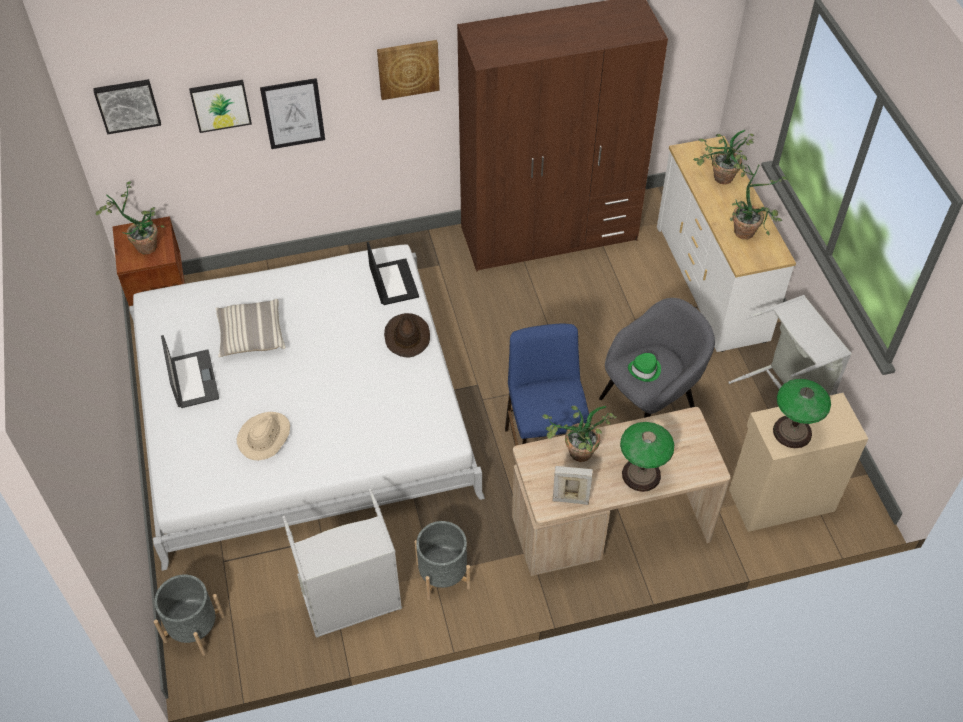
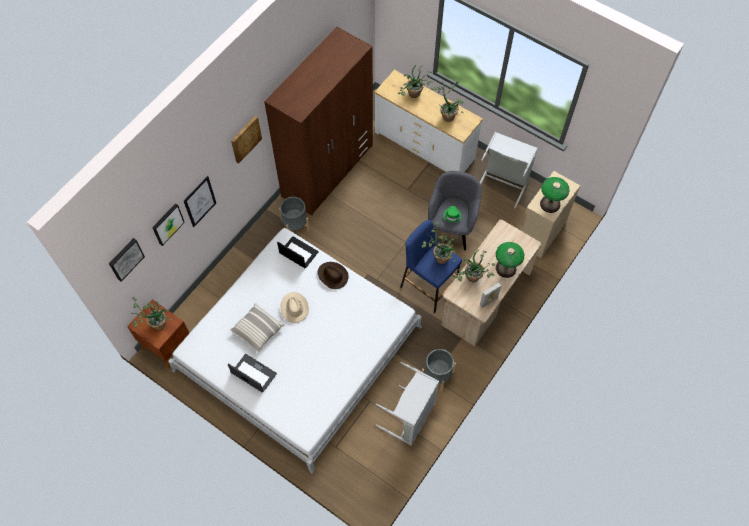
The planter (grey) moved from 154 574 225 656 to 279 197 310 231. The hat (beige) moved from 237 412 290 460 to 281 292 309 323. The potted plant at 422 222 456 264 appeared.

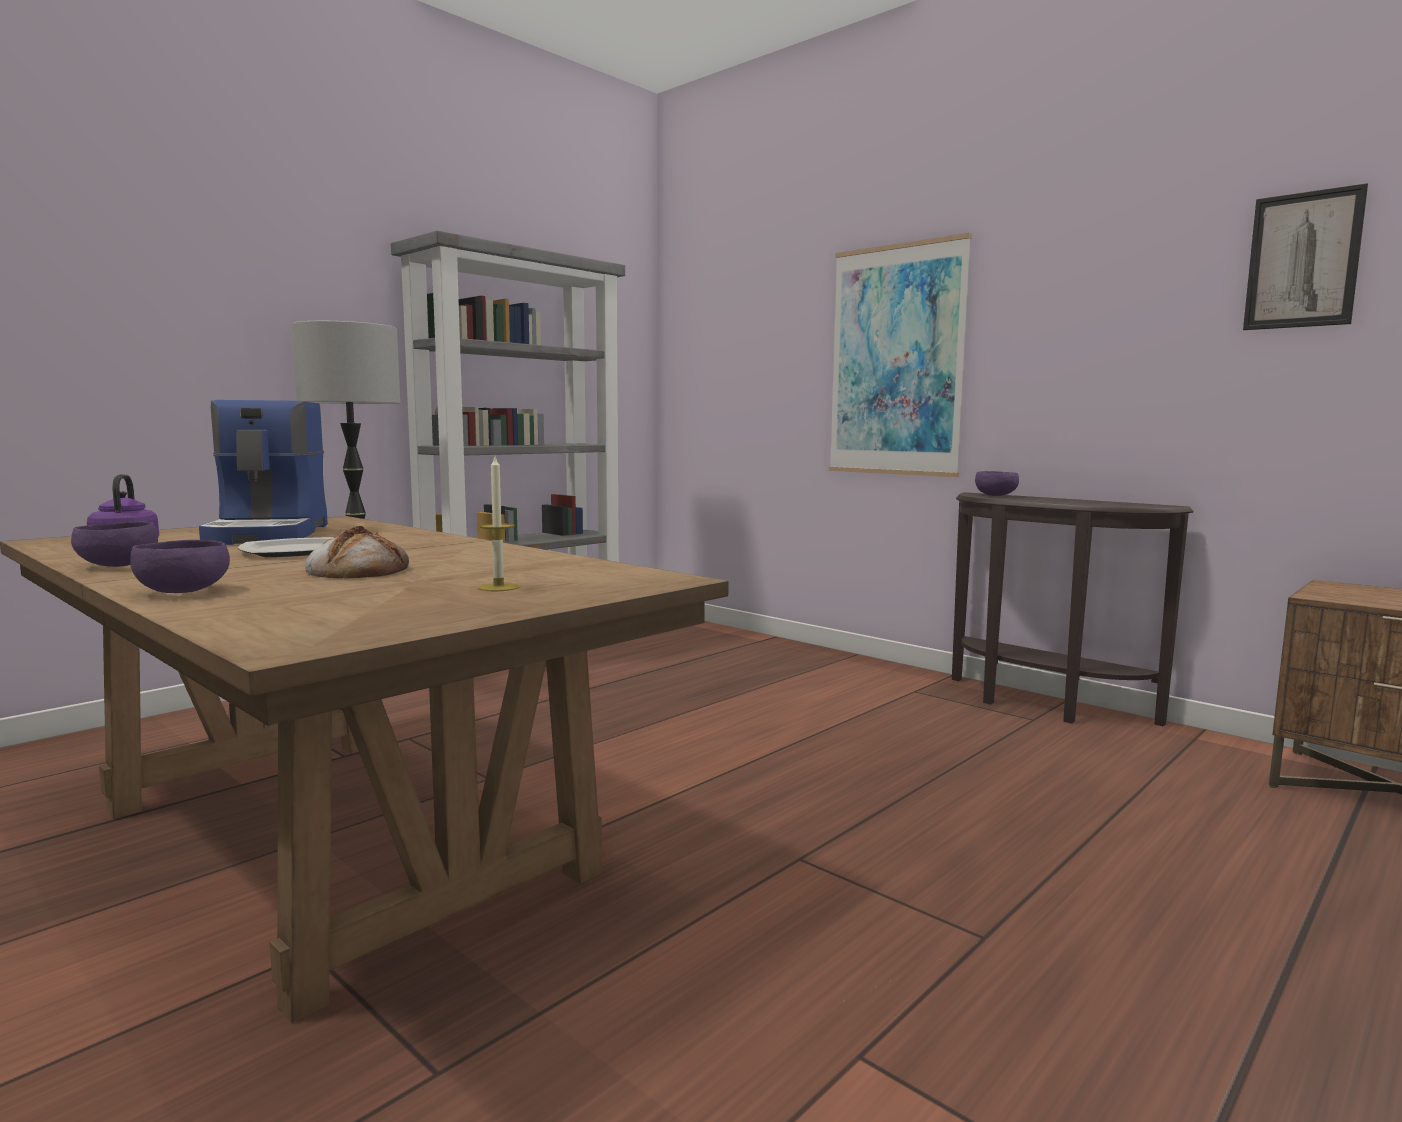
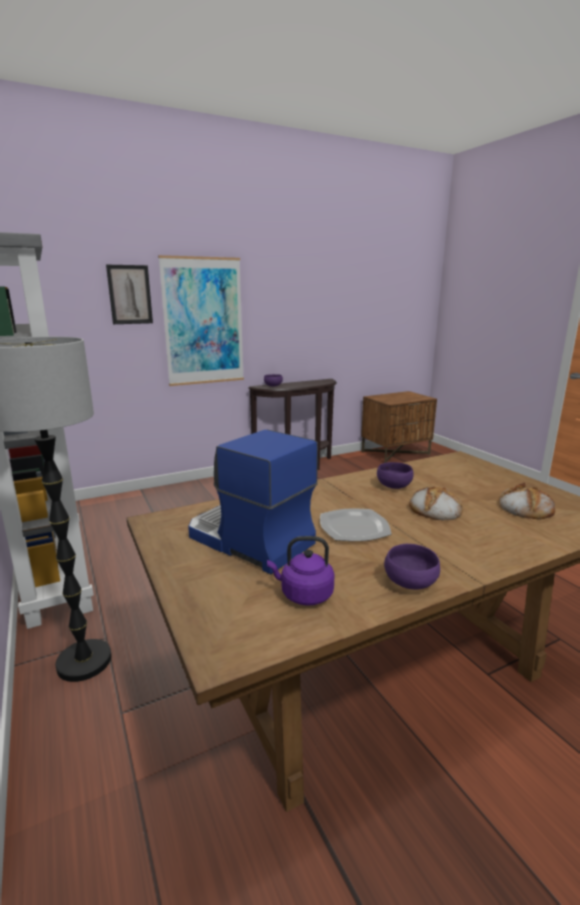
The picture moved from 1243 183 1368 330 to 106 264 153 324. The coffee machine at 199 400 328 545 turned 150 degrees counterclockwise. The bowl (purple) moved from 131 540 230 593 to 377 462 414 489. The bread at 500 483 555 519 appeared. The candle at 478 457 519 591 disappeared.

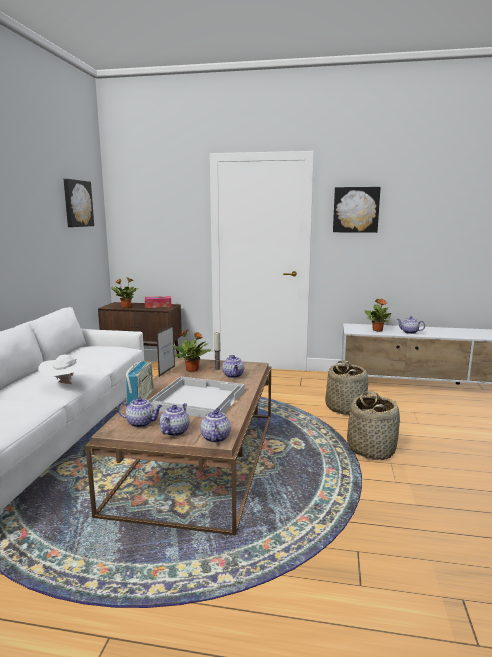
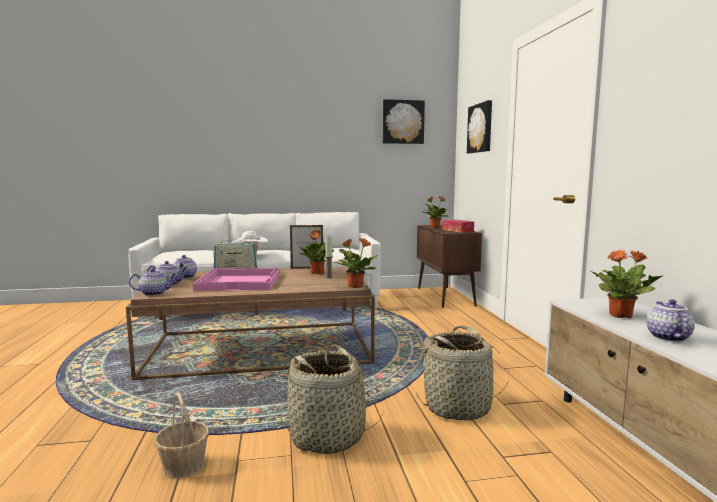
The basket at 154 392 209 479 appeared. The tray (white) at 148 376 244 418 became the tray (pink) at 193 268 280 291. The potted plant at 334 238 378 288 appeared. The picture moved from 333 187 381 233 to 467 100 492 153. The teapot at 222 355 244 378 disappeared.

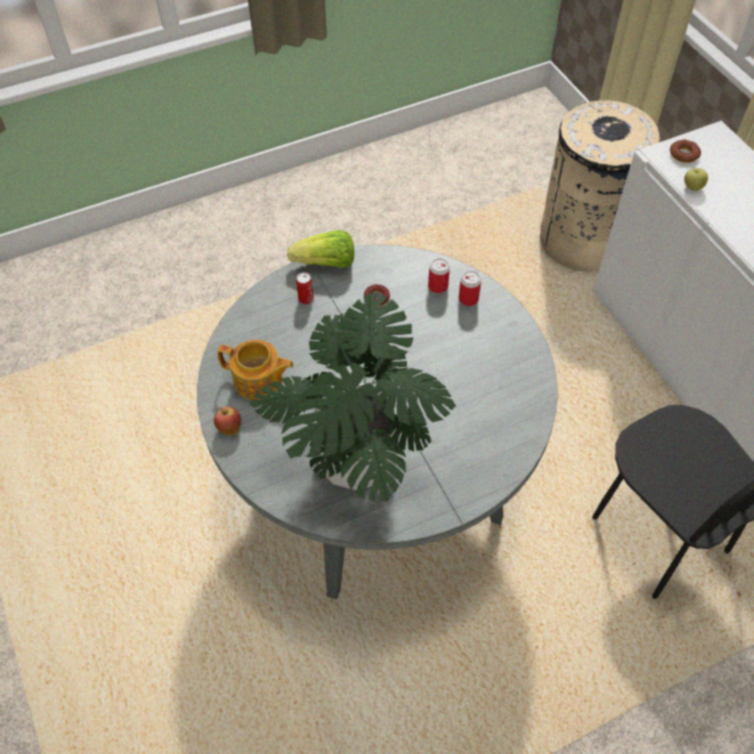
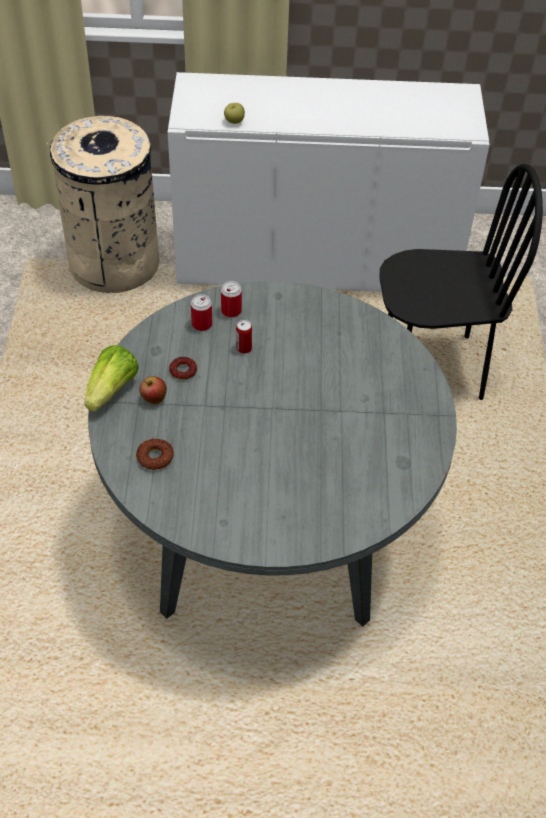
The donut moved from 670 139 701 163 to 136 438 174 470. The apple moved from 214 407 241 435 to 140 376 167 404. The can moved from 296 272 314 304 to 236 320 252 354. The teapot at 217 340 294 400 disappeared. The potted plant at 250 293 456 503 disappeared.

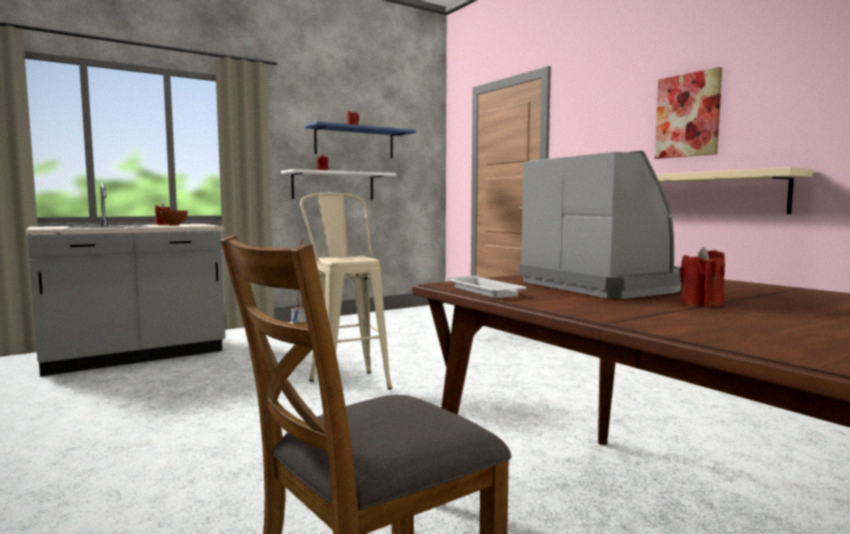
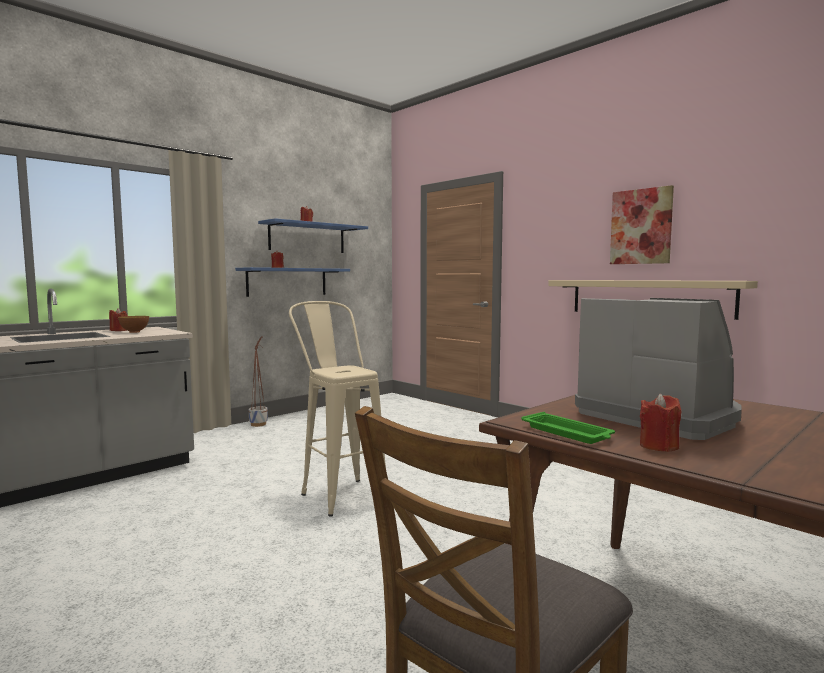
The shelf (white) at 281 169 396 200 became the shelf (blue) at 235 267 350 297. The tray (white) at 447 275 526 298 became the tray (green) at 521 412 615 444. The candle (red) moved from 680 247 725 307 to 640 393 681 452.

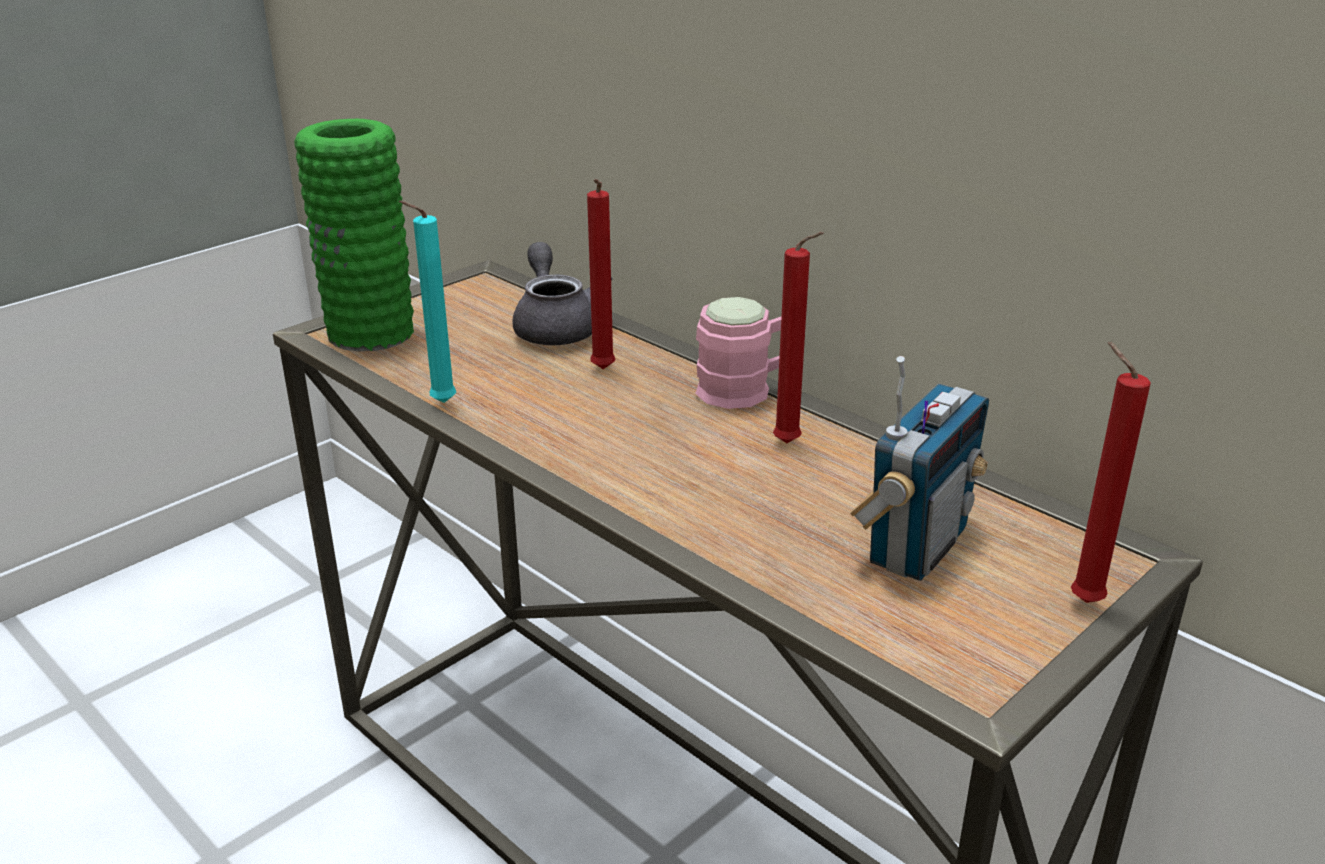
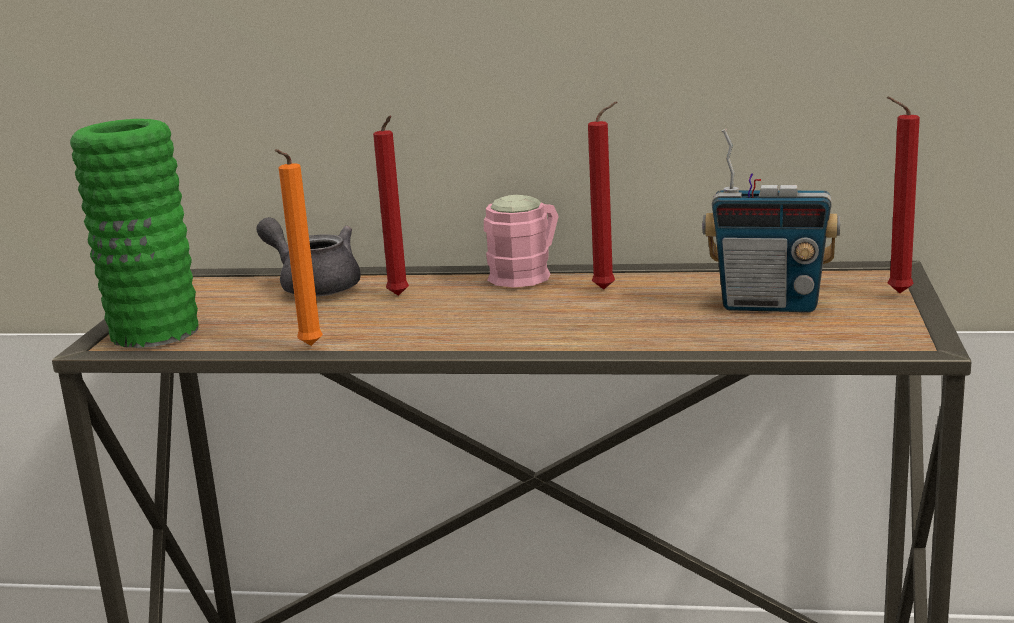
The candle (turquoise) at 399 200 456 403 became the candle (orange) at 275 149 323 346. The radio at 850 356 989 581 turned 105 degrees clockwise.

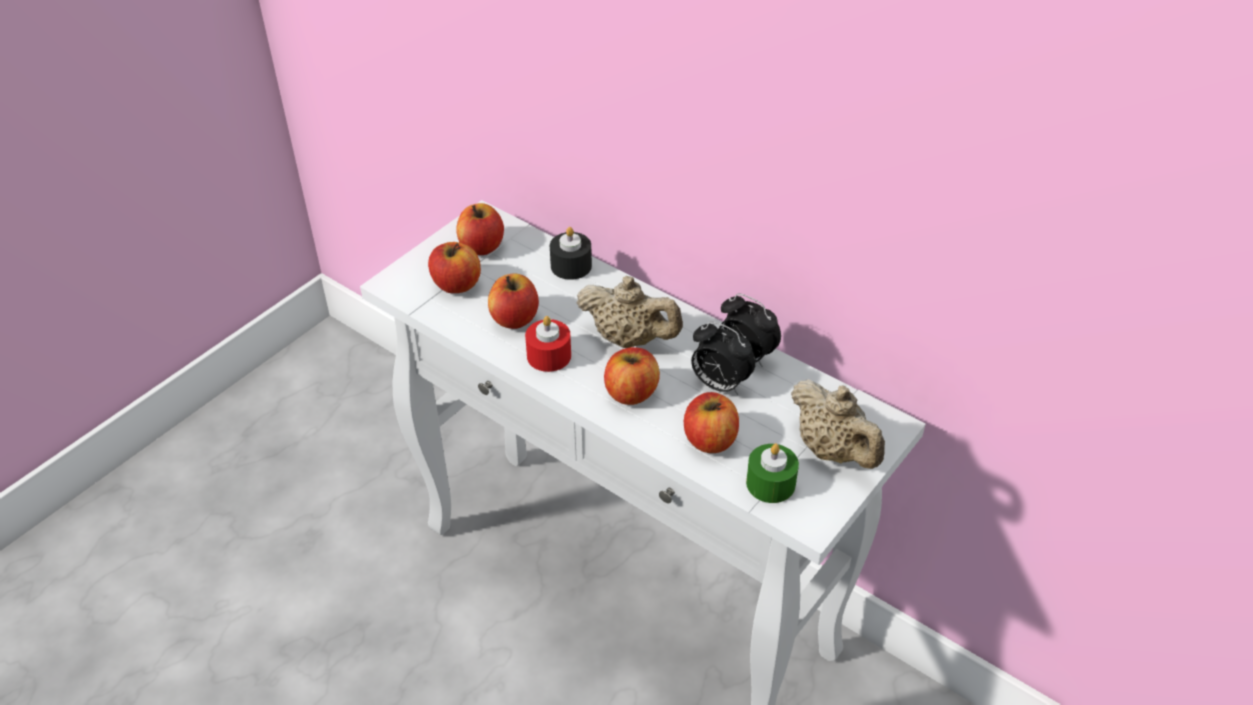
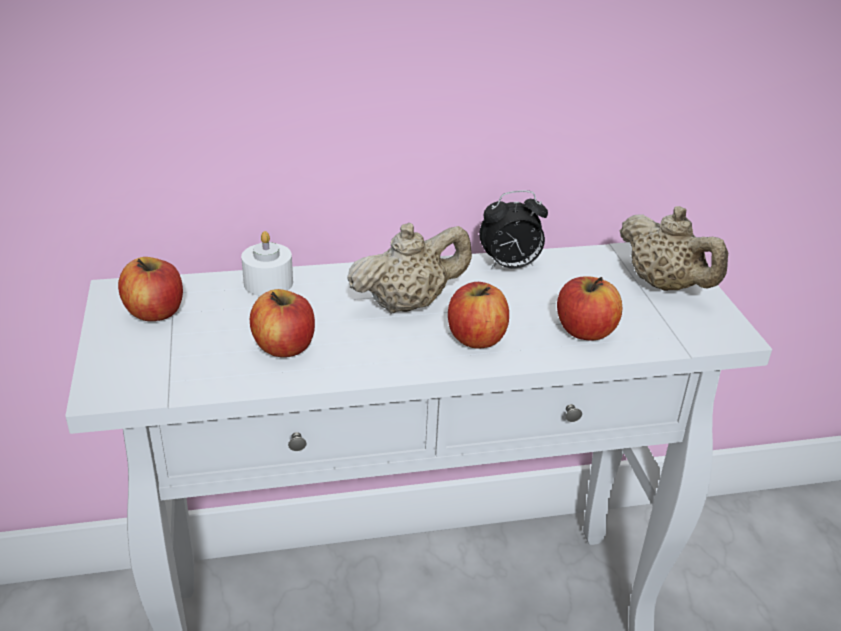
The candle (black) at 550 227 592 280 became the candle (white) at 241 231 293 296. The teapot (beige) at 791 379 885 469 turned 45 degrees clockwise. The apple at 428 242 481 293 disappeared. The candle (red) at 525 316 571 372 disappeared. The alarm clock at 691 321 756 395 disappeared. The candle (green) at 746 444 799 503 disappeared.

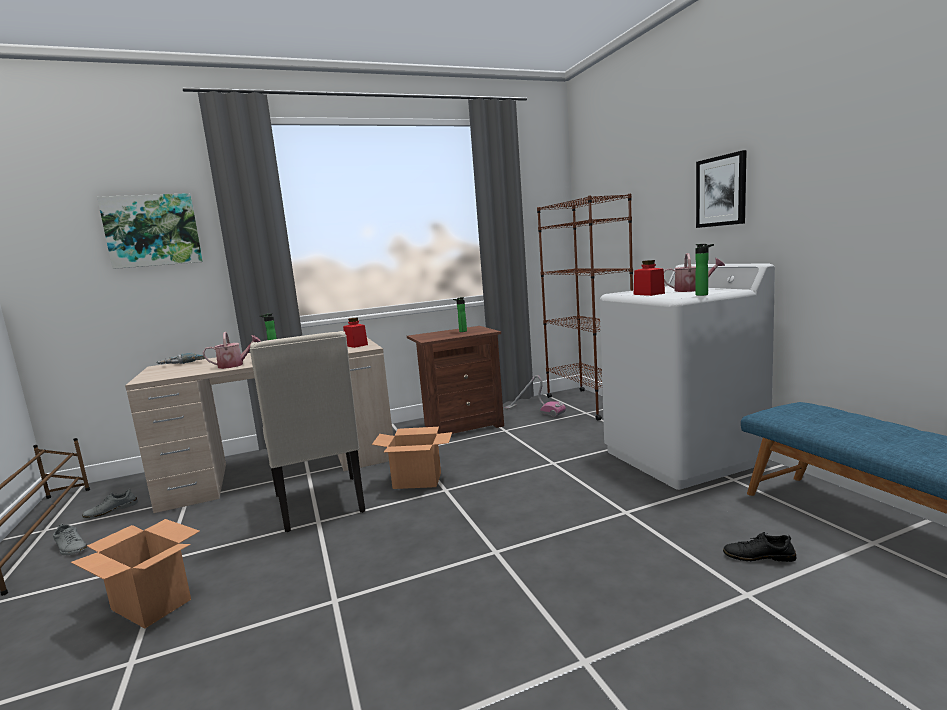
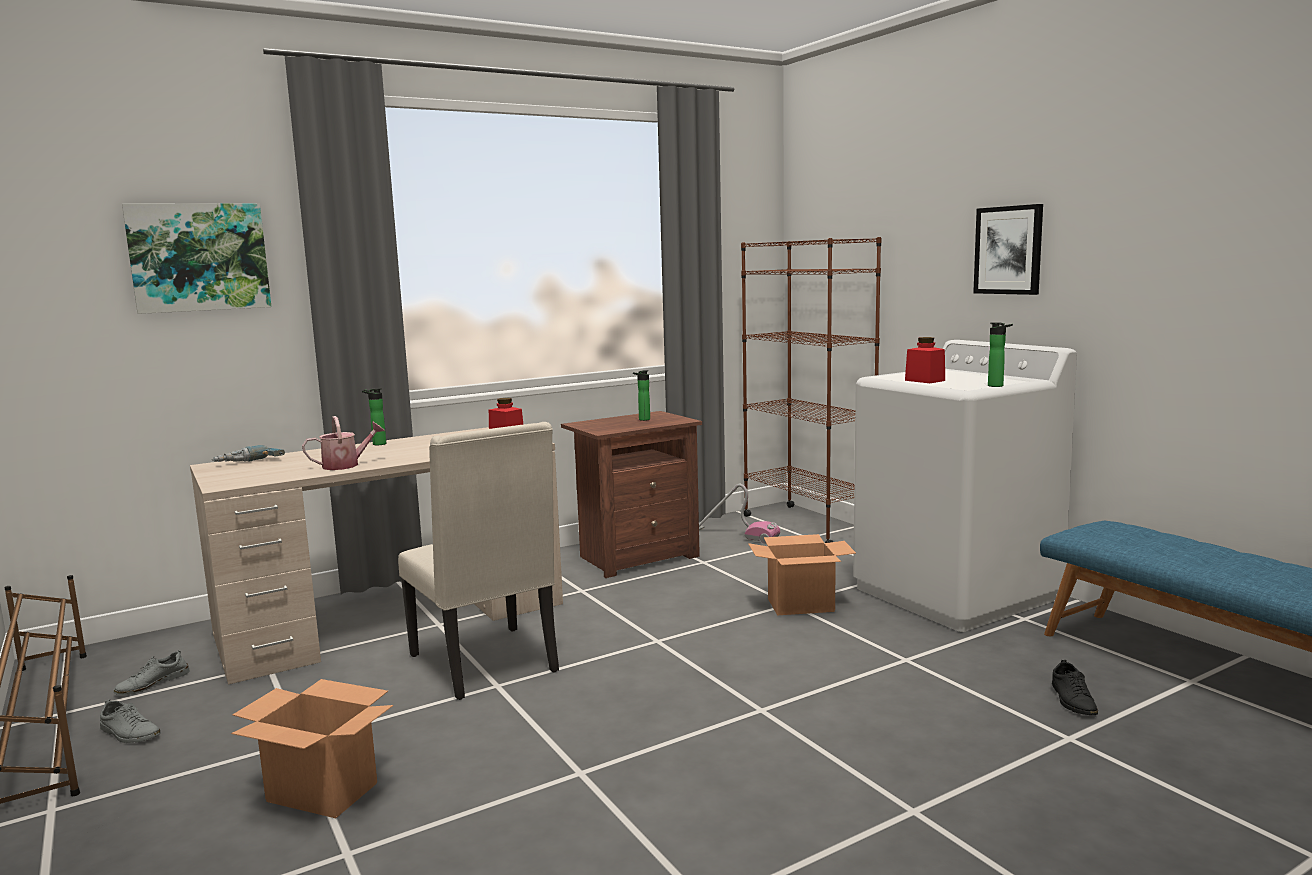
The cardboard box moved from 372 427 452 489 to 748 534 856 615. The shoe (black) at 723 532 797 562 turned 90 degrees counterclockwise. The watering can at 664 253 725 292 disappeared.

